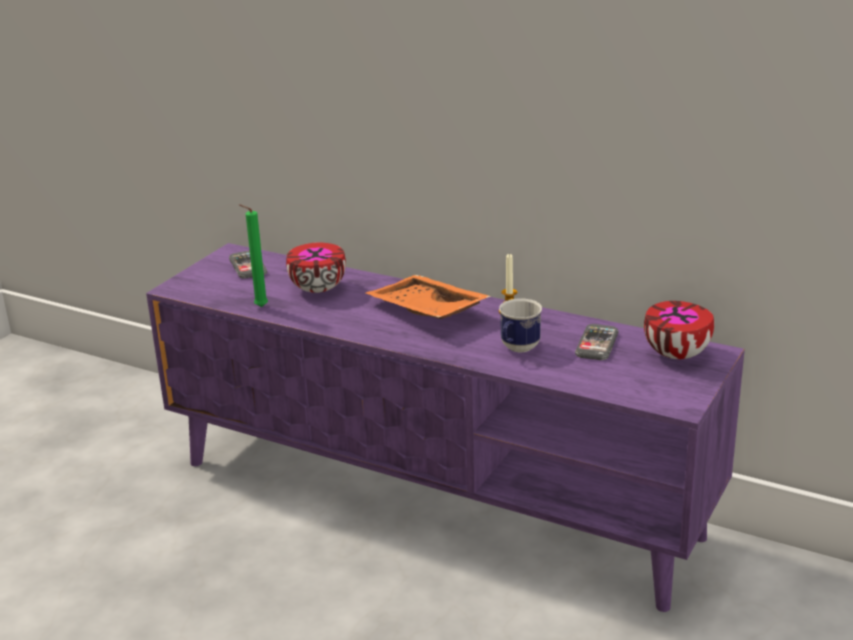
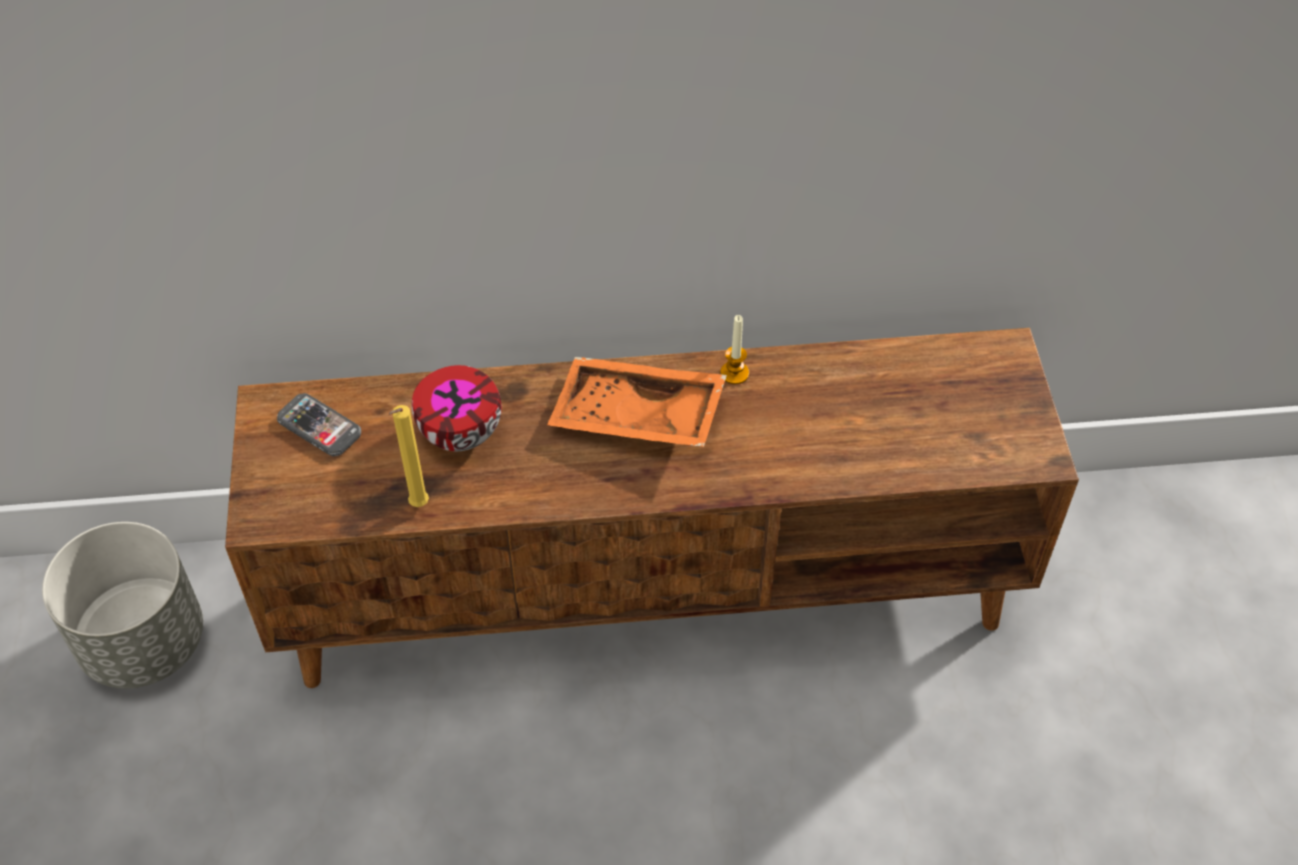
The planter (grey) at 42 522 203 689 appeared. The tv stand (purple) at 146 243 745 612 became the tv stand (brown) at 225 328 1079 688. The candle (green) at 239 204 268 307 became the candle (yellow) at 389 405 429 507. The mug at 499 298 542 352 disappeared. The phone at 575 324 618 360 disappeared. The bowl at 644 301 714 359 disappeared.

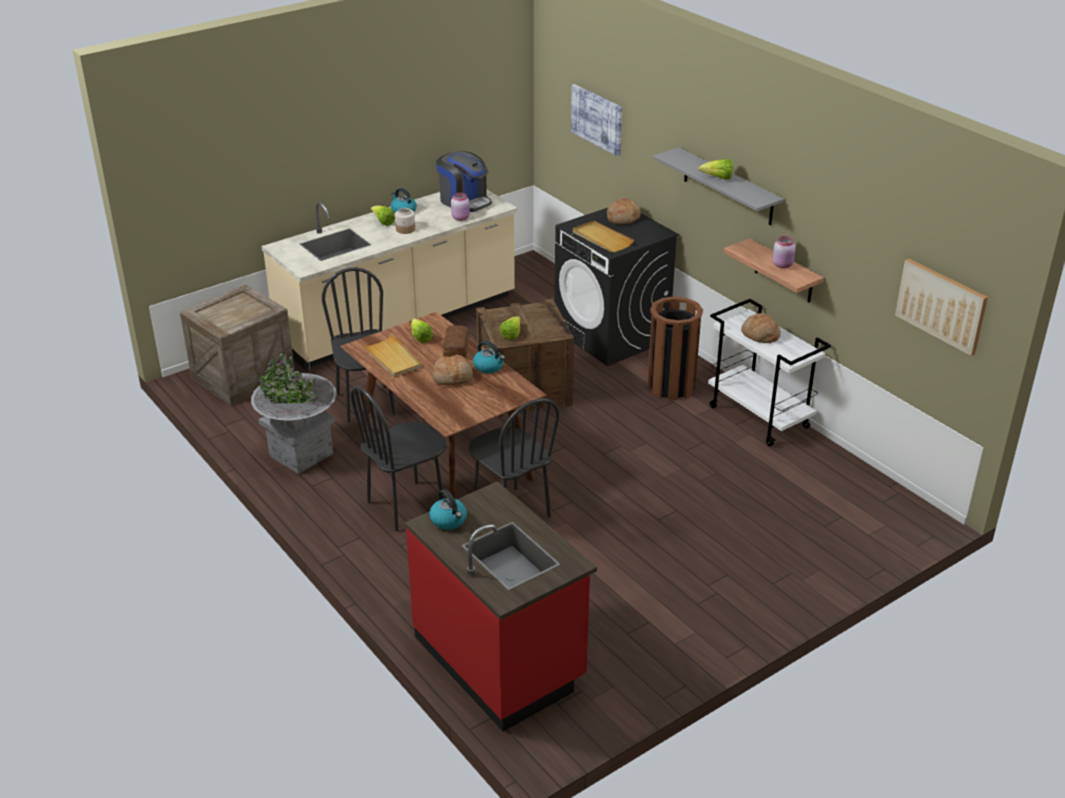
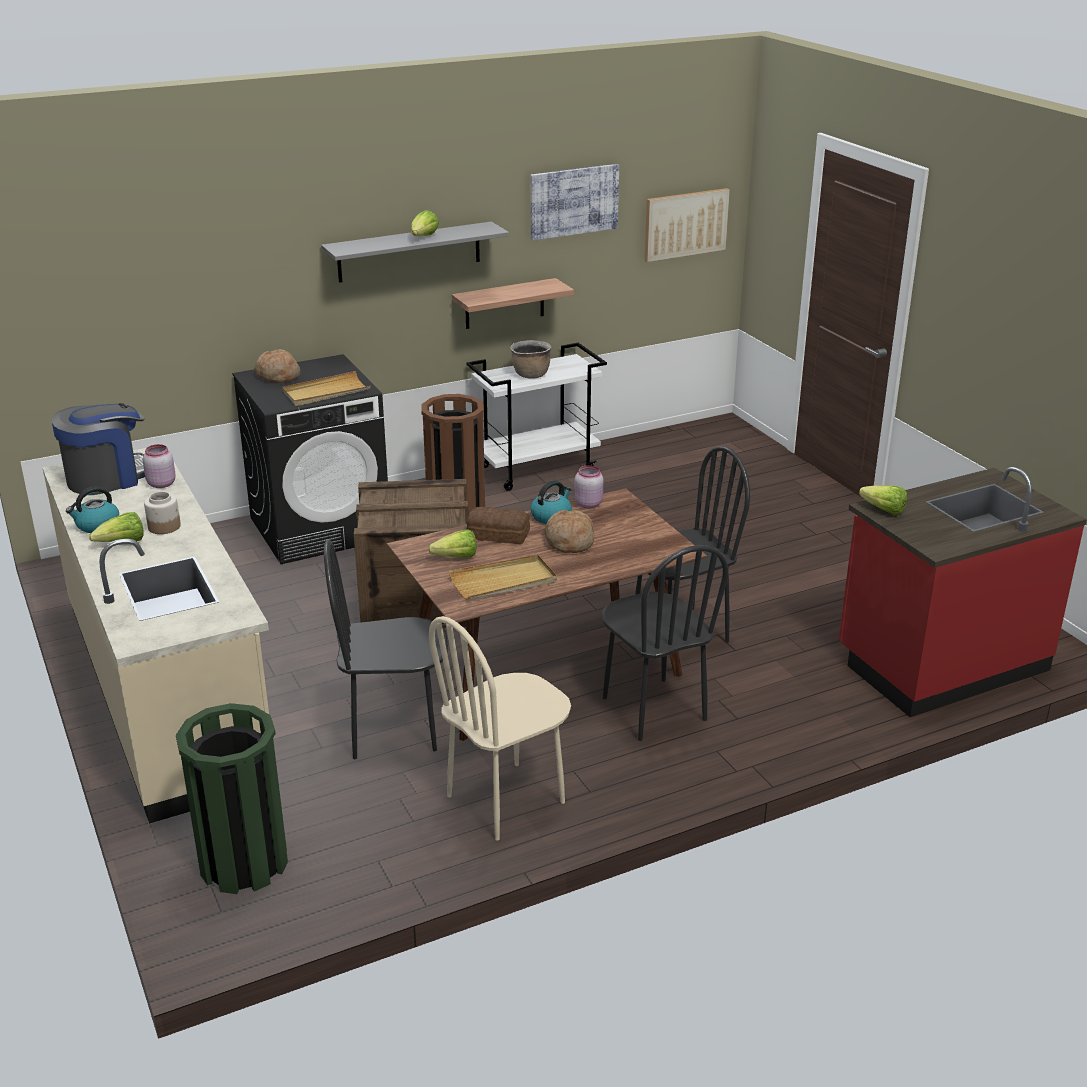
The crate at 180 285 295 406 was replaced by the trash can (green) at 176 703 288 894. The planter (grey) at 251 352 337 474 was replaced by the chair (beige) at 429 616 571 841. The bread at 741 313 781 343 was replaced by the cooking pot (brown) at 510 340 552 379. The picture moved from 571 84 622 156 to 530 164 619 241. The jar (pink) moved from 772 236 796 268 to 574 465 603 508. The lettuce moved from 500 316 521 340 to 859 485 907 515. The kettle at 429 489 467 530 disappeared.

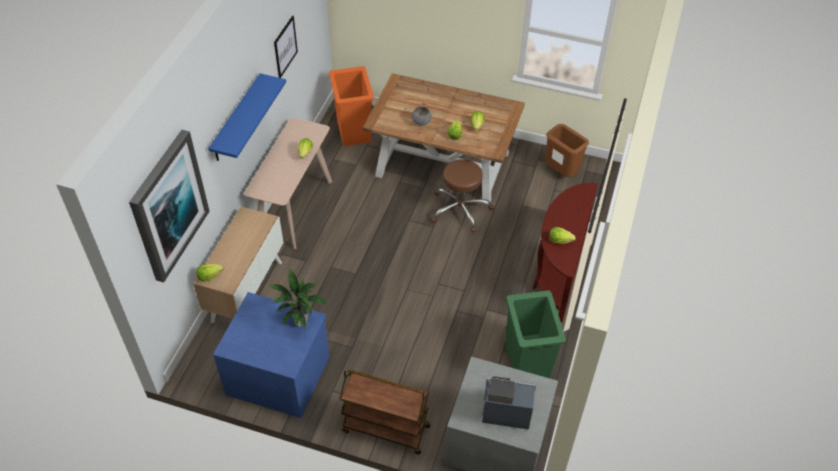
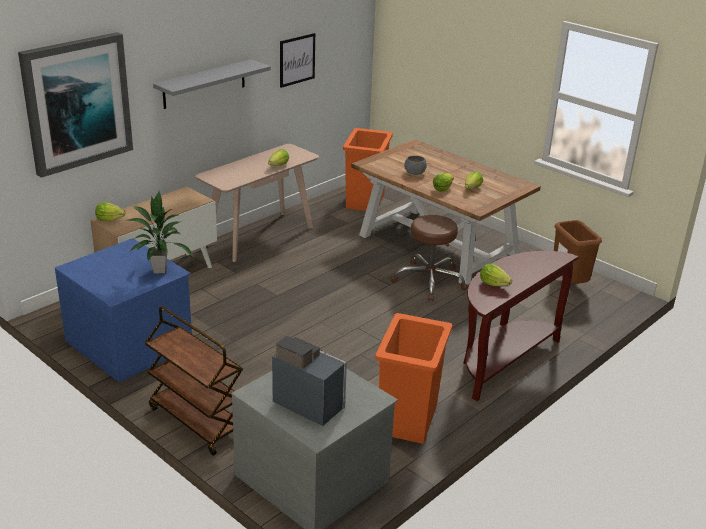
The shelf (blue) at 208 73 286 161 became the shelf (grey) at 153 59 271 109. The trash can (green) at 506 290 566 378 became the trash can (orange) at 375 313 452 444.

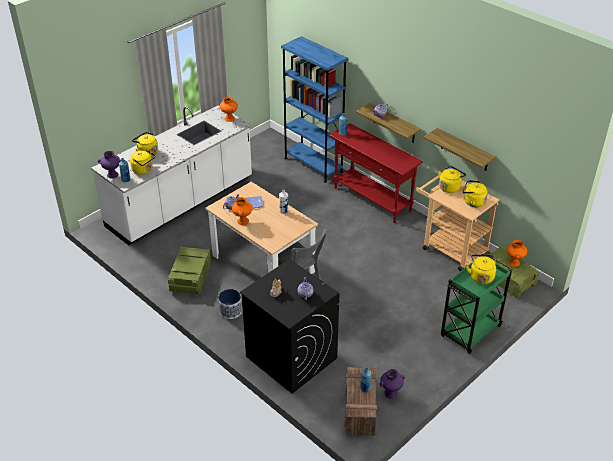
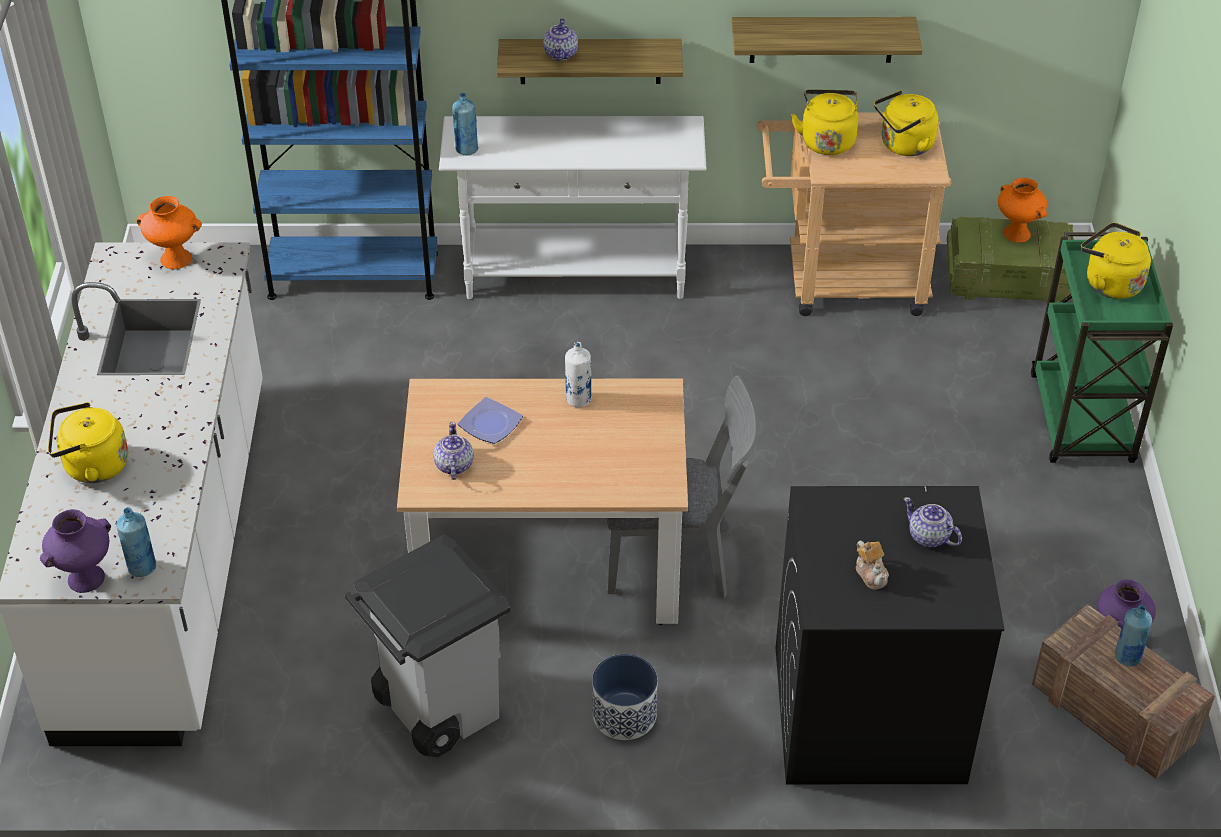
The crate at 168 246 211 295 was replaced by the trash can (grey) at 344 534 510 757. The console table (red) at 329 123 423 223 became the console table (white) at 439 116 706 299. The kettle (yellow) at 130 150 155 175 disappeared. The vase (orange) at 232 197 253 225 disappeared.

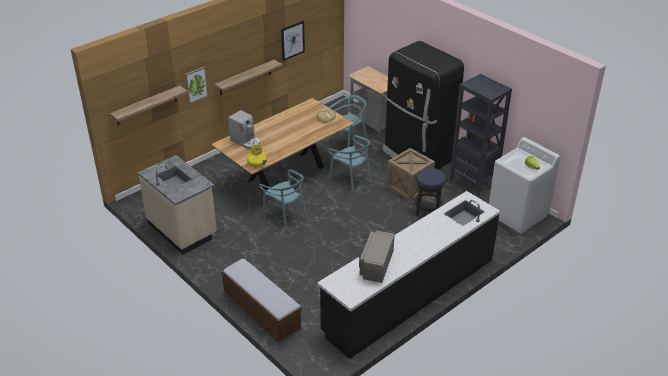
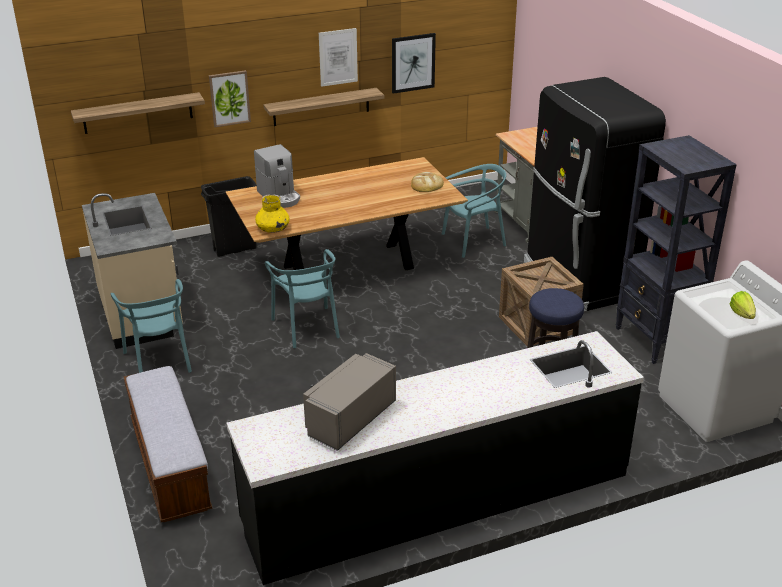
The chair (turquoise) moved from 328 135 372 193 to 111 279 192 373. The trash can (black) at 201 176 257 257 appeared. The picture at 319 28 358 87 appeared.

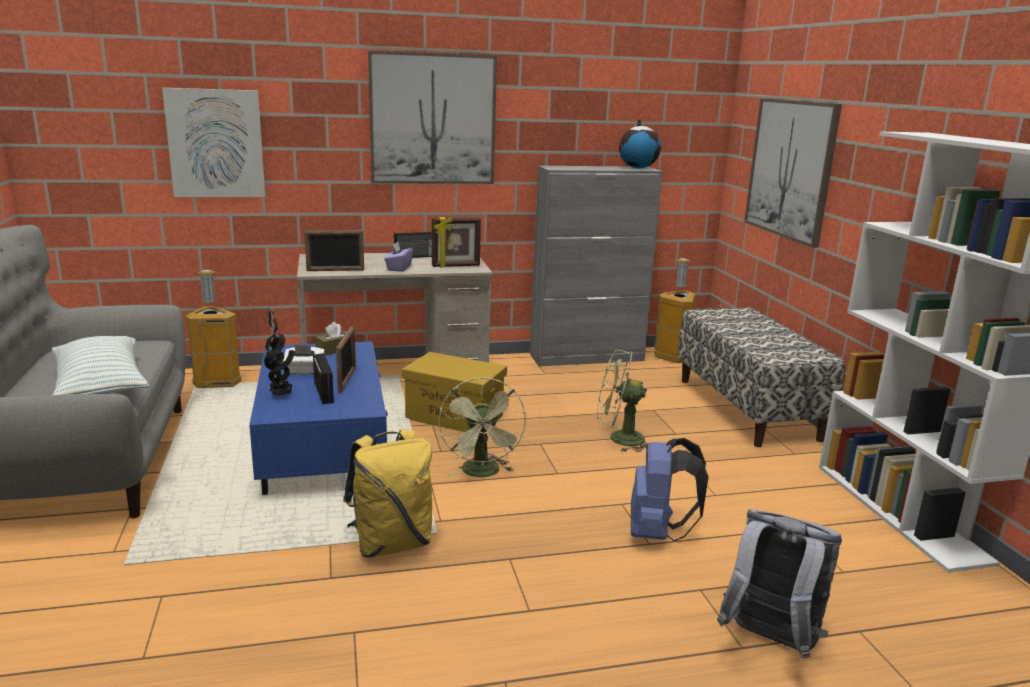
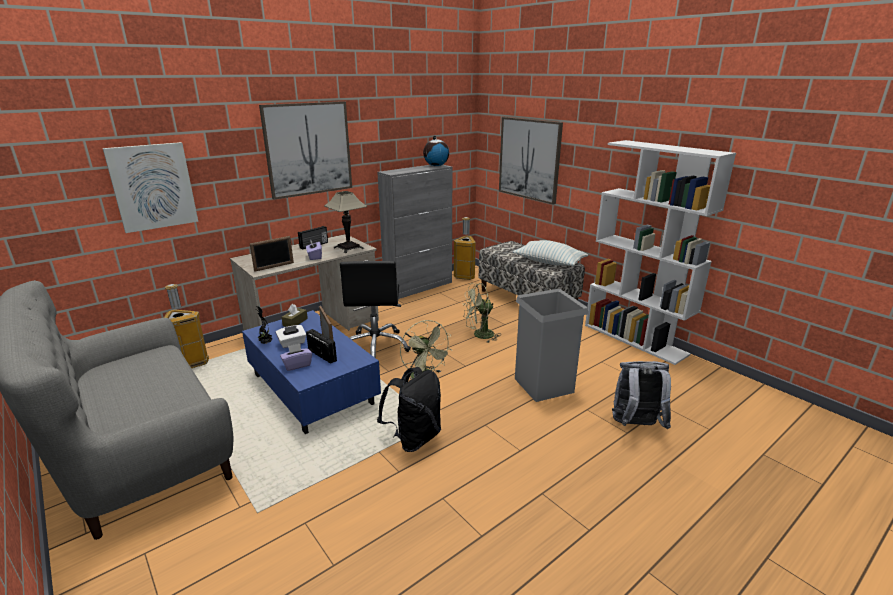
The potted plant at 264 334 294 397 was replaced by the tissue box (purple) at 280 343 312 371. The picture frame at 432 217 481 267 was replaced by the table lamp at 324 191 367 253. The storage box (yellow) at 402 352 507 432 was replaced by the office chair (black) at 340 261 411 358. The backpack (yellow) at 343 429 432 558 became the backpack (black) at 377 367 441 452. The pillow moved from 52 336 149 395 to 513 240 588 266. The backpack (blue) at 631 438 709 541 was replaced by the trash can (grey) at 515 289 588 402.

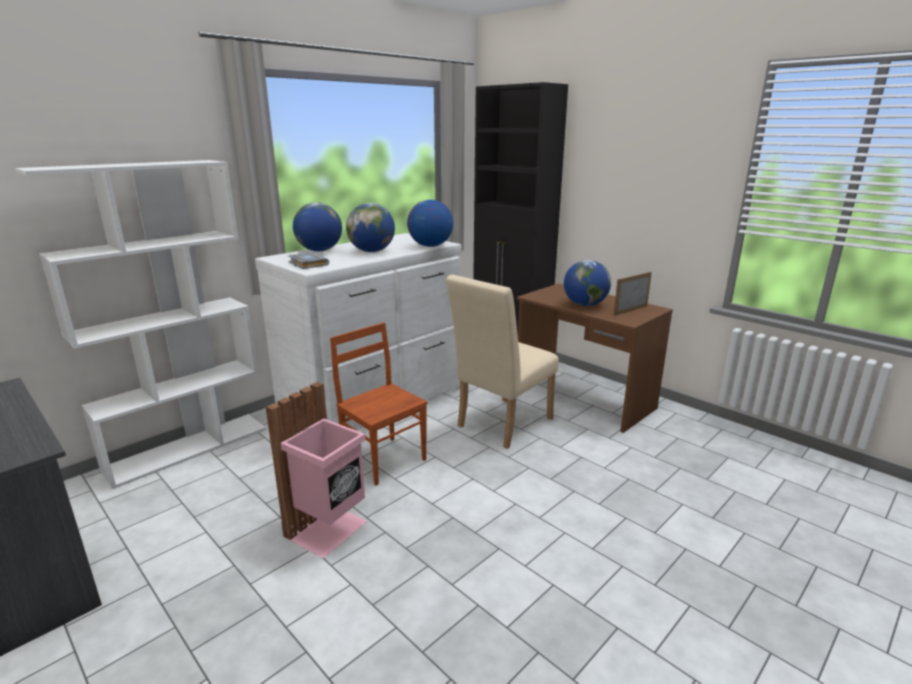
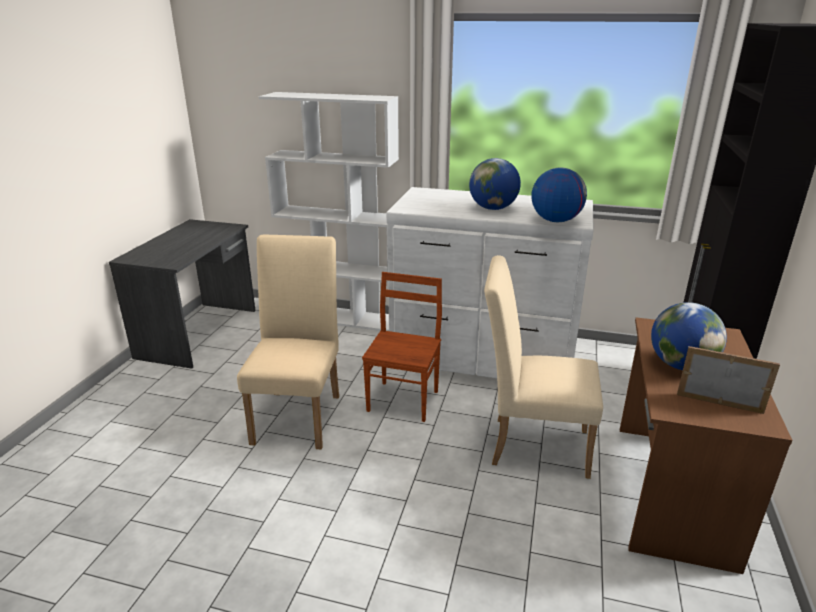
The trash can (pink) at 266 382 367 558 was replaced by the chair (beige) at 237 234 339 449. The book (grey) at 288 252 329 269 disappeared. The globe at 293 202 342 251 disappeared.

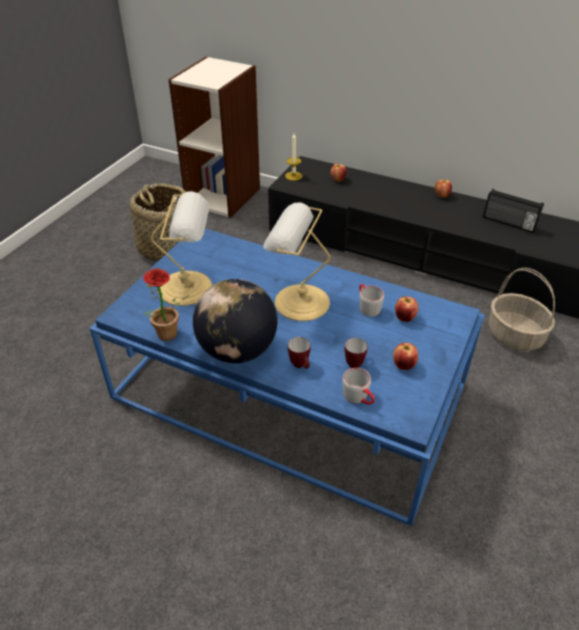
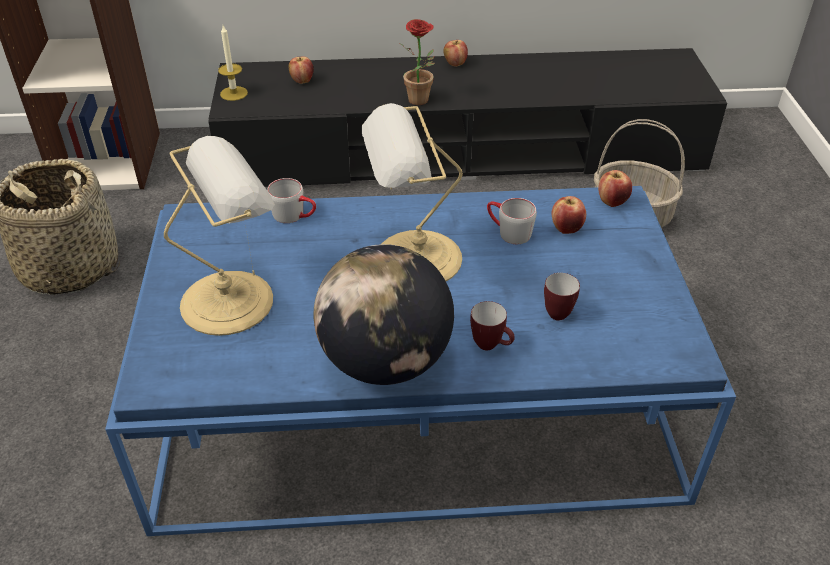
The mug (grey) moved from 342 368 375 404 to 267 178 316 223. The potted plant moved from 143 268 190 341 to 400 19 435 105. The apple moved from 393 343 418 370 to 598 170 632 207. The radio at 483 189 544 233 disappeared.

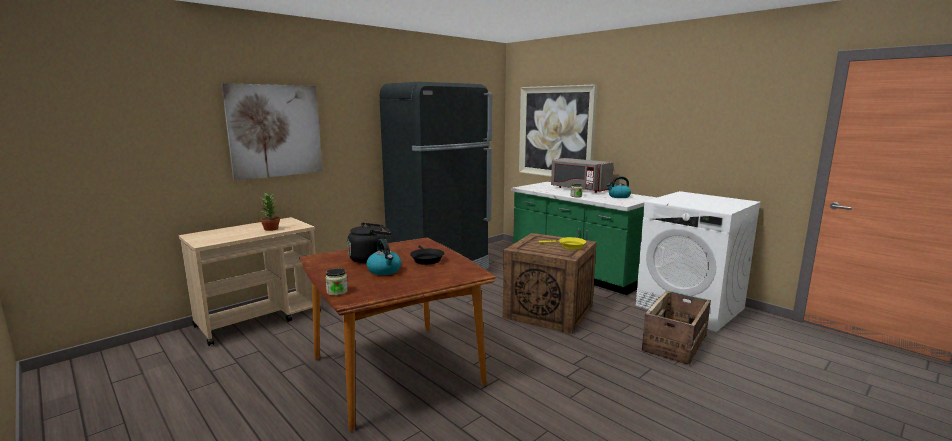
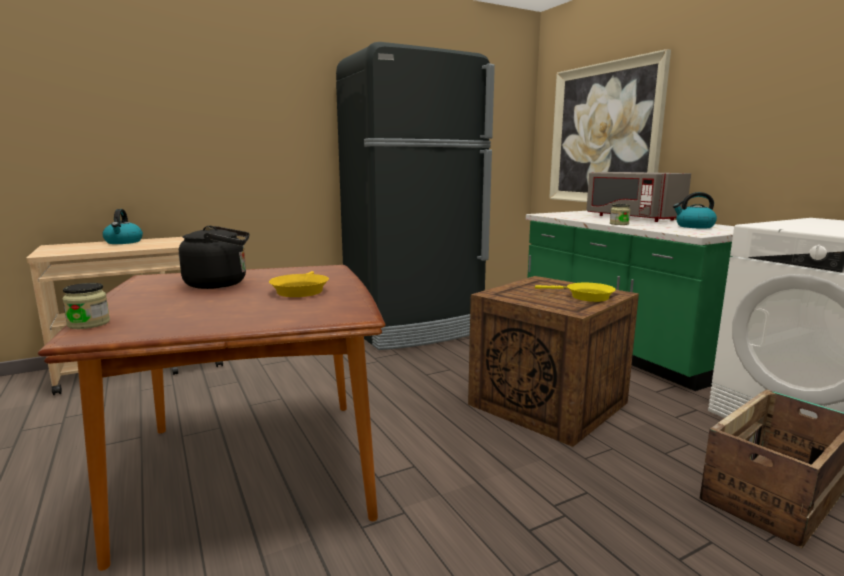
The kettle moved from 366 239 401 275 to 102 209 143 244. The frying pan (black) at 410 245 444 265 became the frying pan (yellow) at 269 271 329 297. The picture at 221 83 323 181 disappeared. The potted plant at 259 192 280 231 disappeared.

